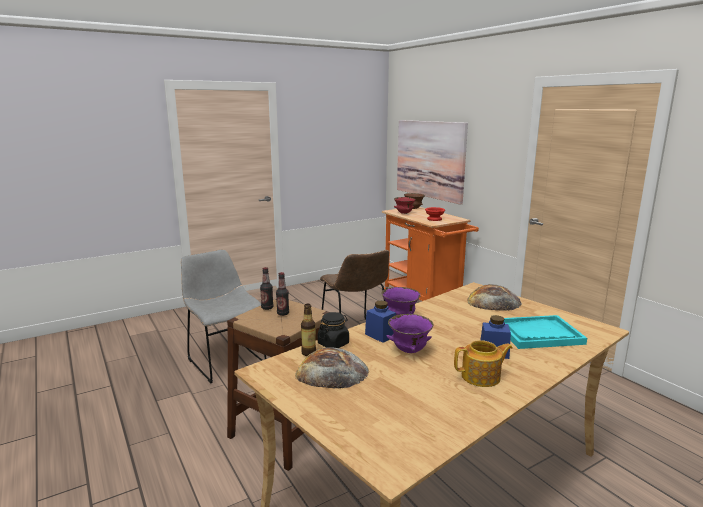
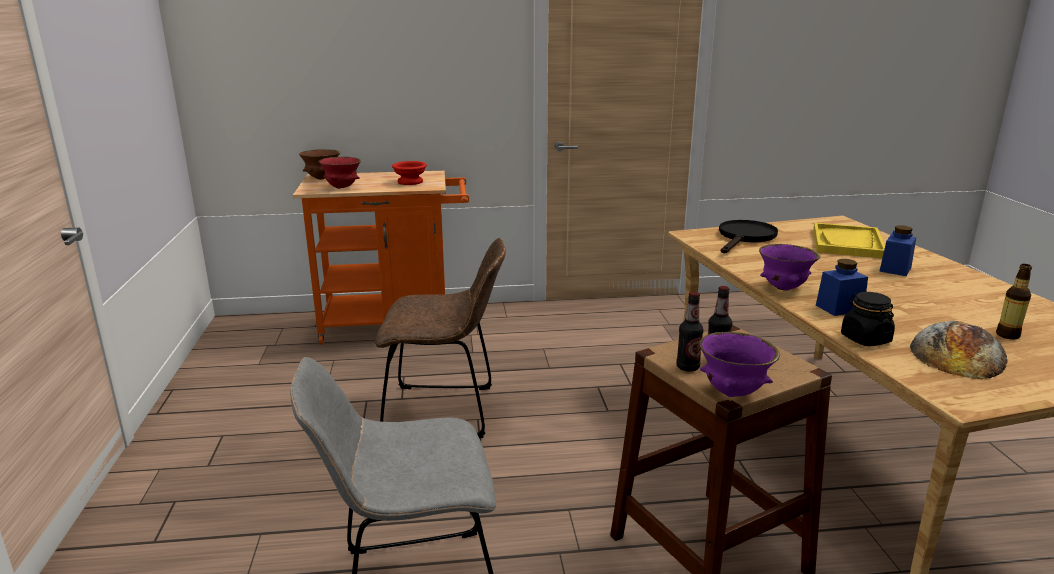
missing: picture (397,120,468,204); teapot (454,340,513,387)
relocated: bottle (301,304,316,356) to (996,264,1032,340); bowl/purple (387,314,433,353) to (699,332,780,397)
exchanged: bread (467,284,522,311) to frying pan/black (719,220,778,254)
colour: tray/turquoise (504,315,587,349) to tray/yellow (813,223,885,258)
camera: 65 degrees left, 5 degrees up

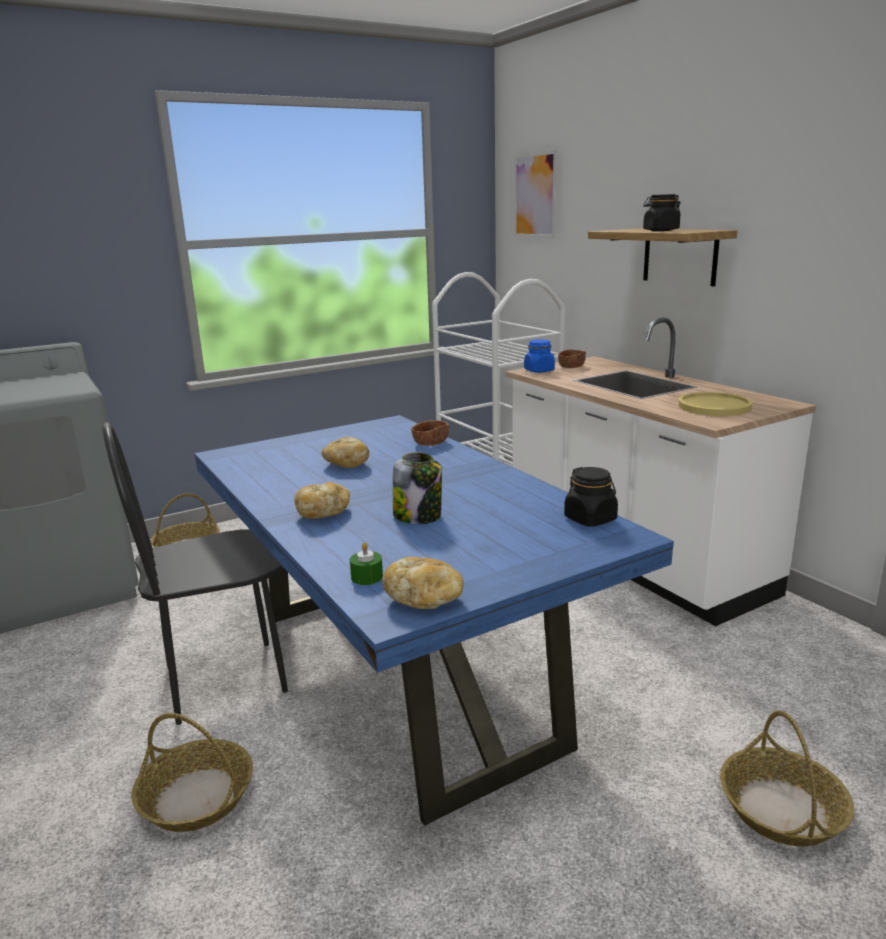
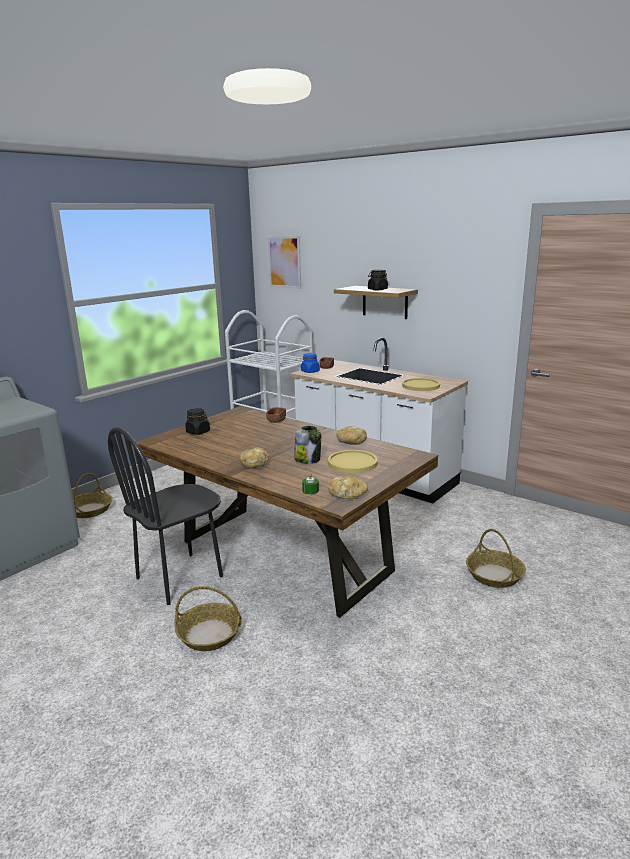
appeared: plate/yellow (328,450,378,473)
relocated: bread (322,437,369,468) to (336,426,367,445); jar/black (564,467,618,527) to (185,408,210,435)
colour: dining table/blue (194,415,674,825) to dining table/brown (137,406,438,618)
camera: 20 degrees left, 0 degrees up

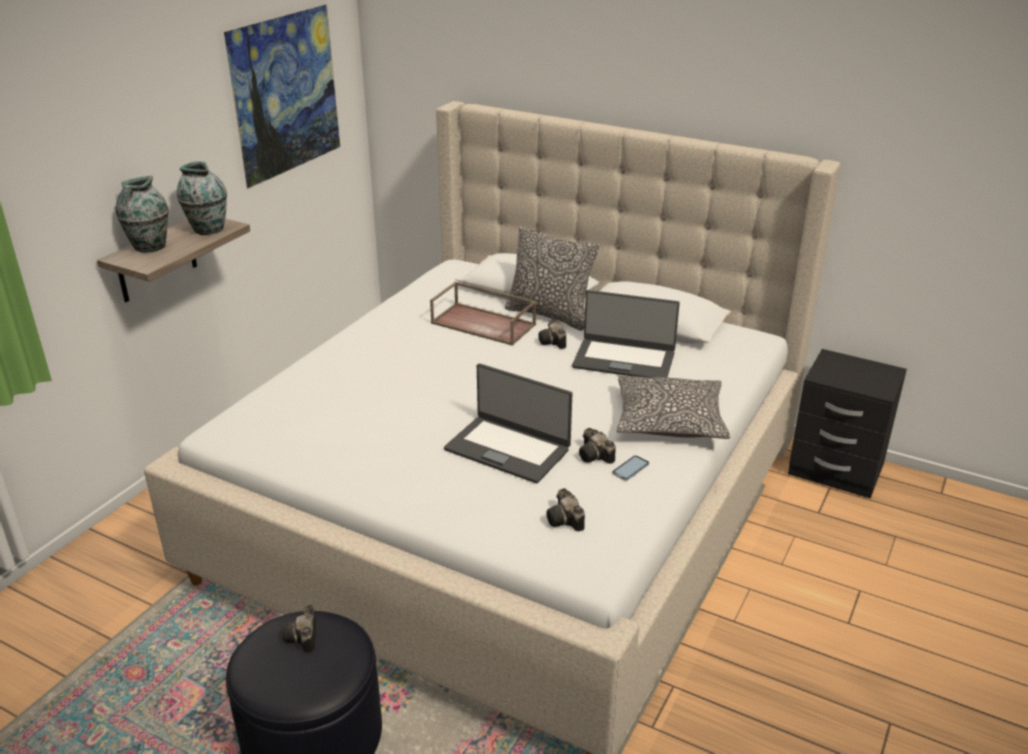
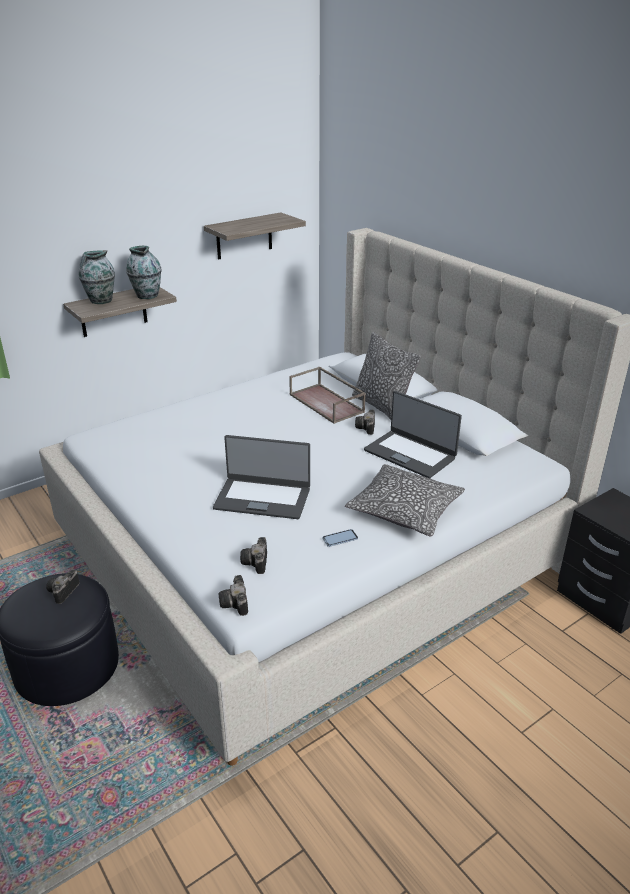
relocated: photo camera (579,428,616,464) to (219,575,248,616)
exchanged: picture (224,4,340,189) to shelf (204,212,306,260)
spun: laptop (444,364,572,483) = (213,435,310,519) 45 degrees counterclockwise
camera: 25 degrees right, 0 degrees up

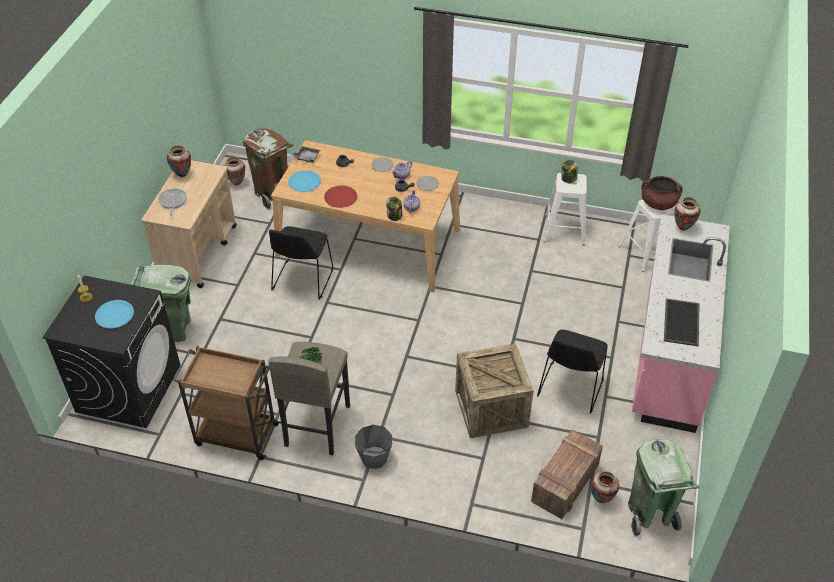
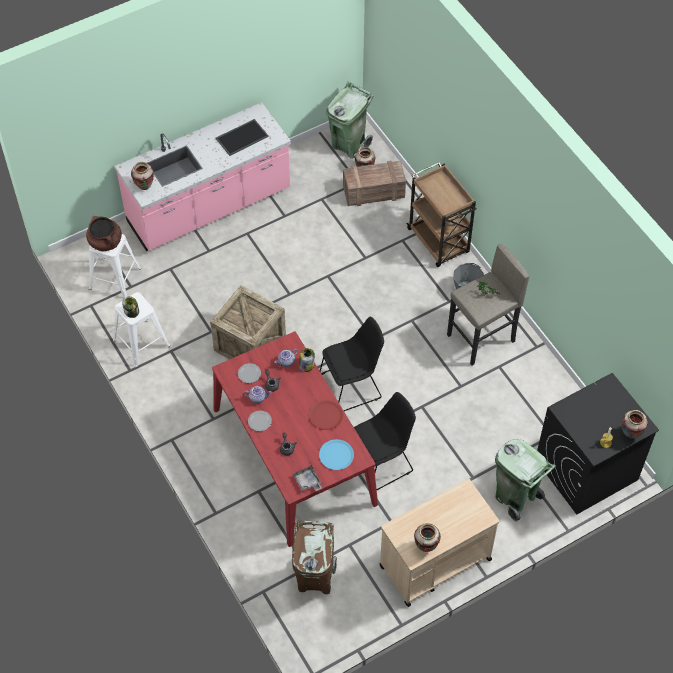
missing: frying pan (159,189,187,216); plate/blue (95,300,134,329)
relocated: vase (224,157,245,186) to (622,410,648,439); chair/black (537,330,608,414) to (320,317,384,411); crate (455,343,534,438) to (210,285,286,359); cart/brown (173,346,281,460) to (406,162,477,267)
colour: dining table/beige (271,140,460,292) to dining table/red (212,331,378,547)
camera: 135 degrees left, 10 degrees up

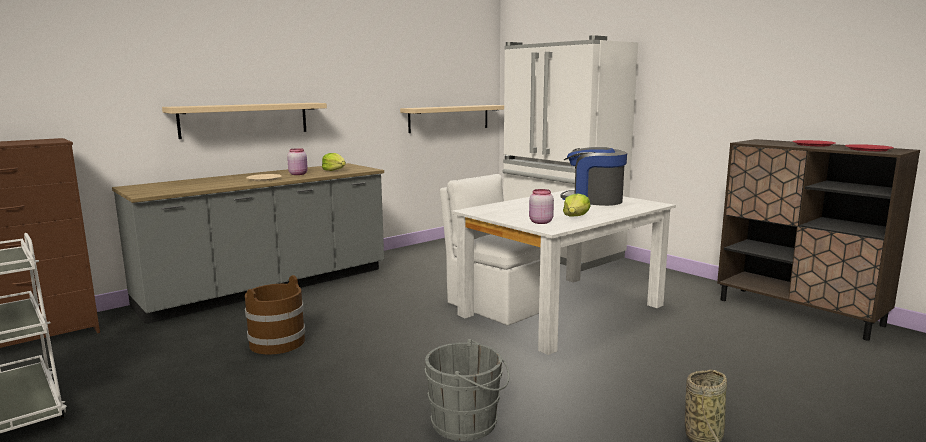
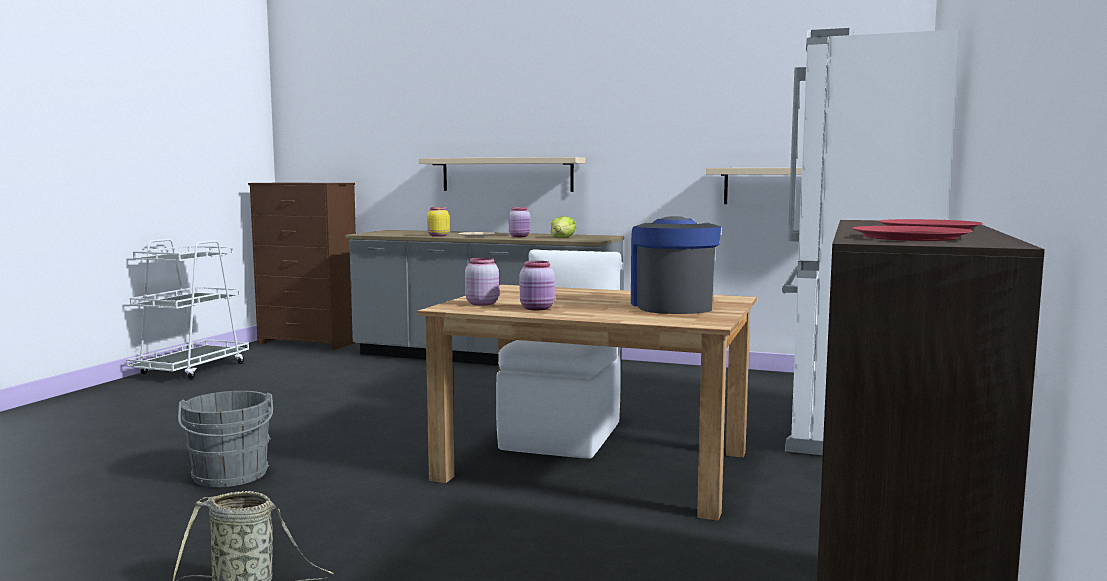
missing: bucket/brown (245,275,305,355)
appeared: jar/yellow (427,207,449,237)
exchanged: lettuce (563,193,591,216) to jar/pink (520,261,555,310)
colour: dining table/white (451,189,676,355) to dining table/brown (417,285,757,521)
camera: 60 degrees right, 5 degrees down

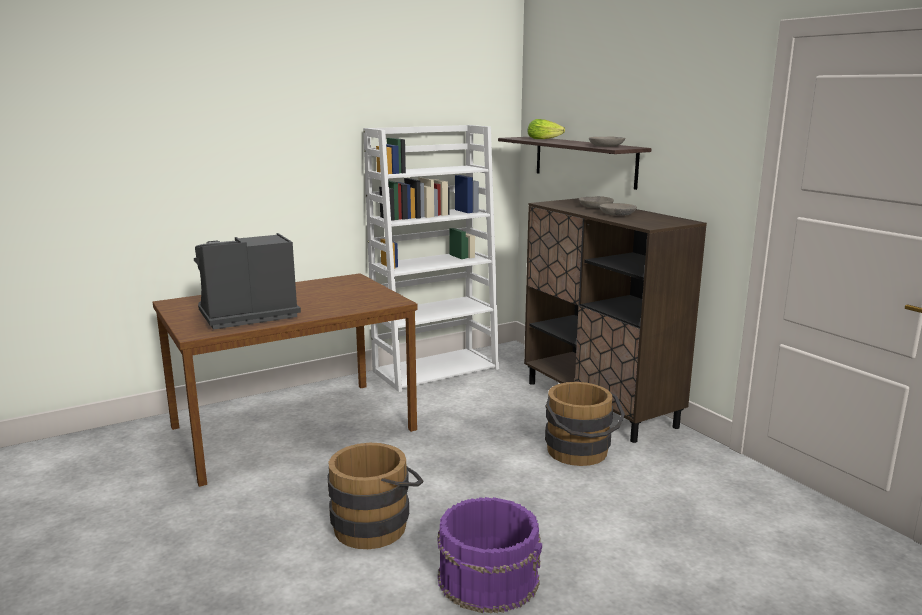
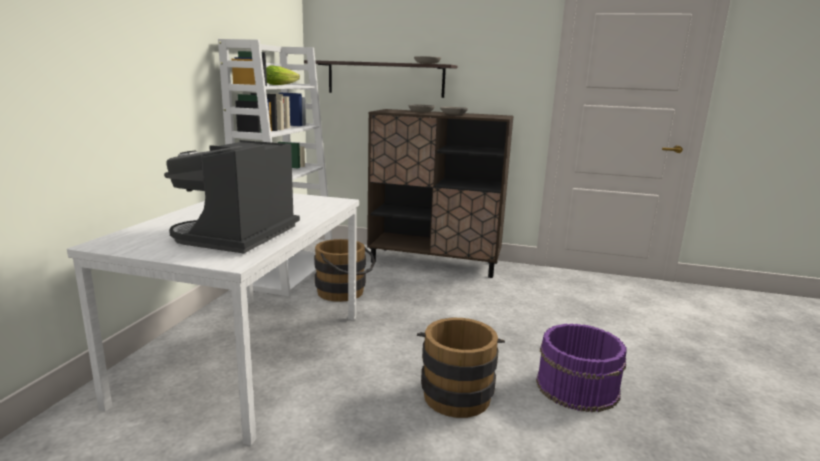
relocated: lettuce (527,119,565,139) to (266,66,300,85); bucket/brown (545,382,625,466) to (314,239,375,302)
colour: dining table/brown (153,273,418,487) to dining table/white (67,193,359,445)
camera: 45 degrees left, 0 degrees up

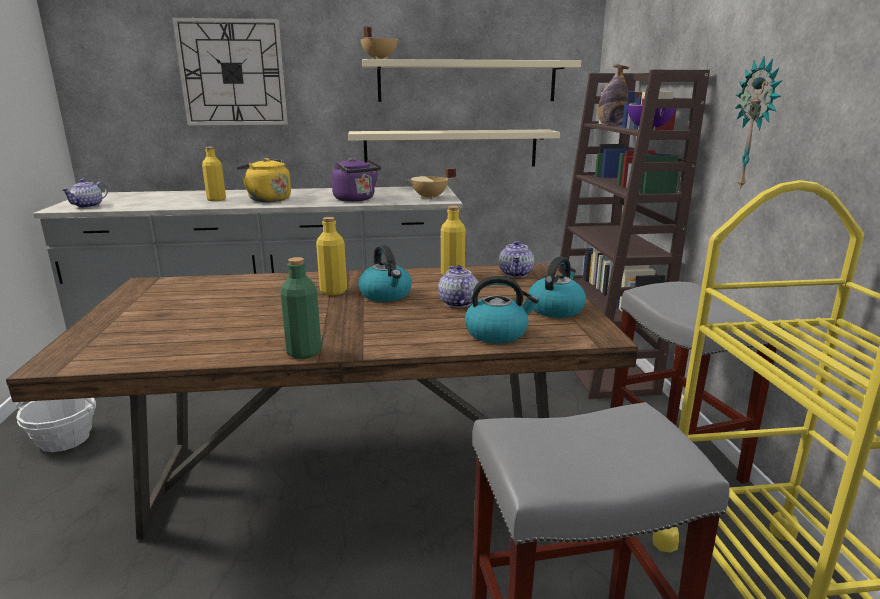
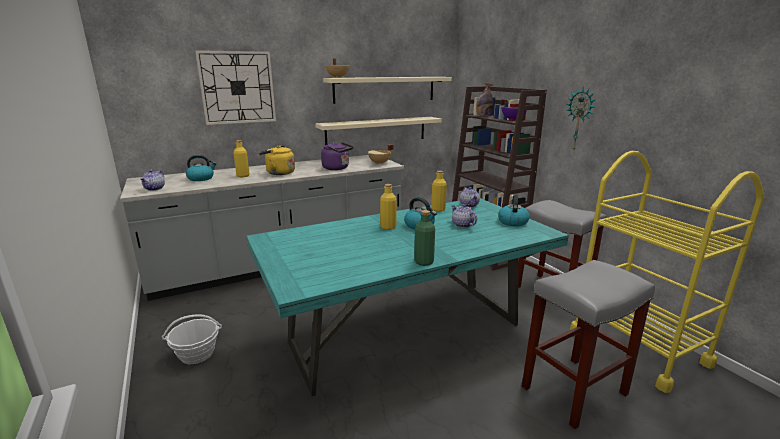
relocated: kettle (465,276,539,344) to (186,155,216,181)
colour: dining table/brown (6,263,638,540) to dining table/turquoise (246,198,569,396)
camera: 20 degrees left, 0 degrees up

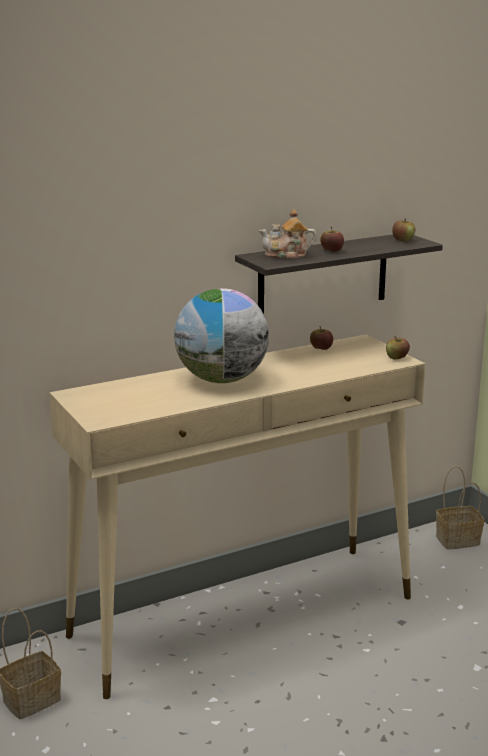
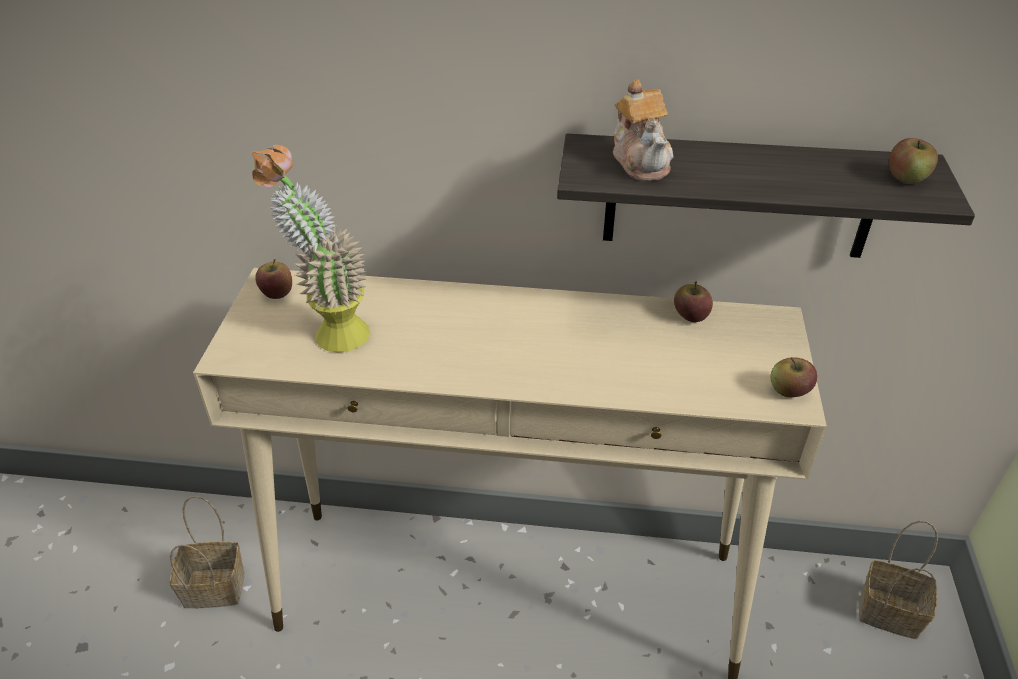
missing: globe (174,288,269,383)
appeared: potted plant (252,145,370,353)
relocated: apple (320,227,344,252) to (255,259,292,299)
spun: teapot (259,210,316,259) = (613,79,673,181) 135 degrees counterclockwise
camera: 35 degrees right, 20 degrees up

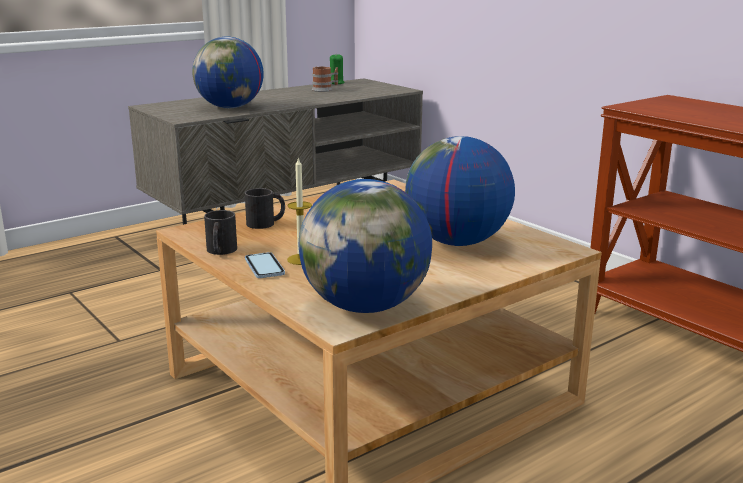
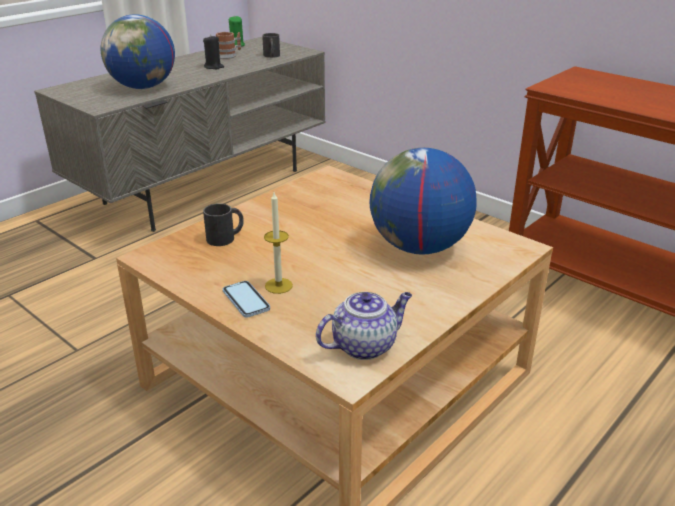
appeared: candle/black (203,36,224,69)
relocated: mug/black (204,210,237,255) to (262,33,280,58)
exchanged: globe (299,179,432,313) to teapot (316,292,412,360)
camera: 10 degrees left, 10 degrees up

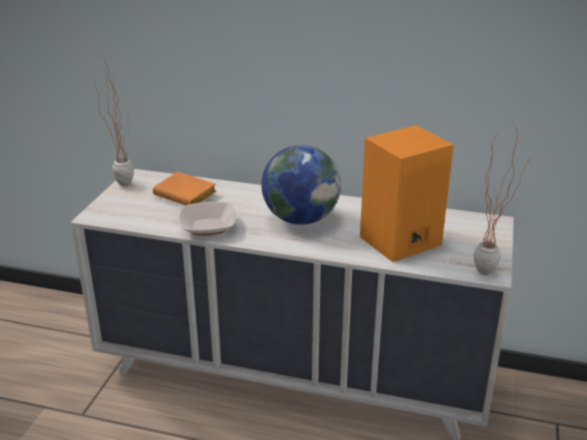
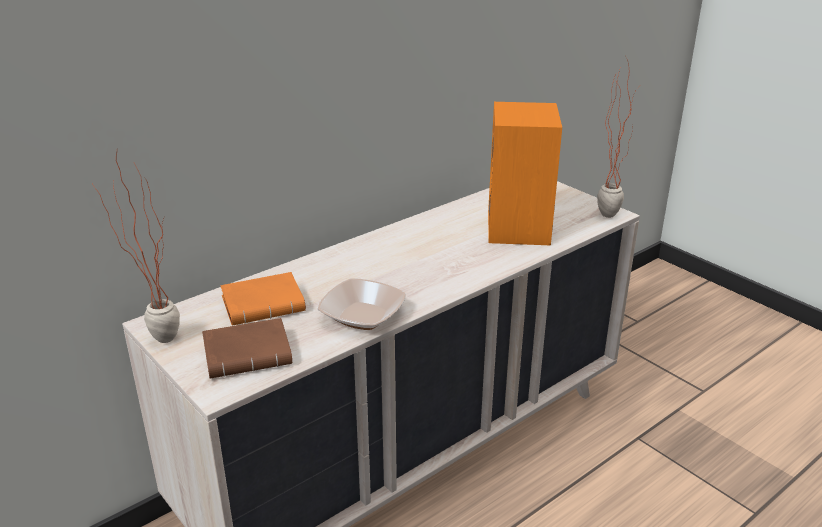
missing: globe (261,145,341,225)
appeared: book/brown (202,318,292,379)
camera: 55 degrees left, 0 degrees up

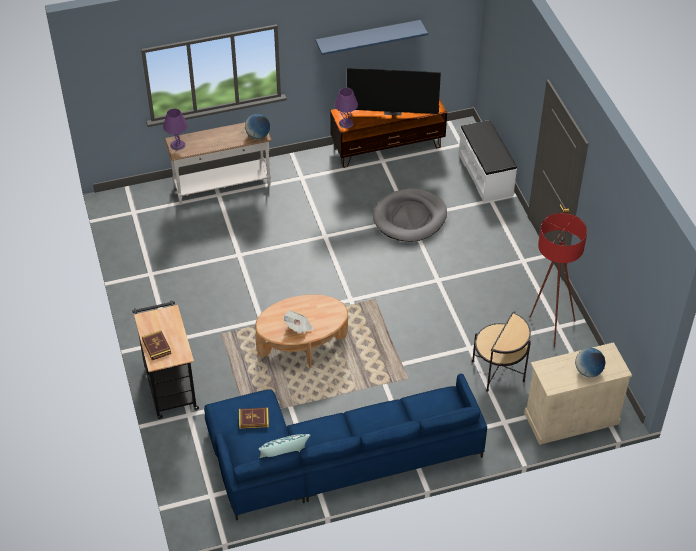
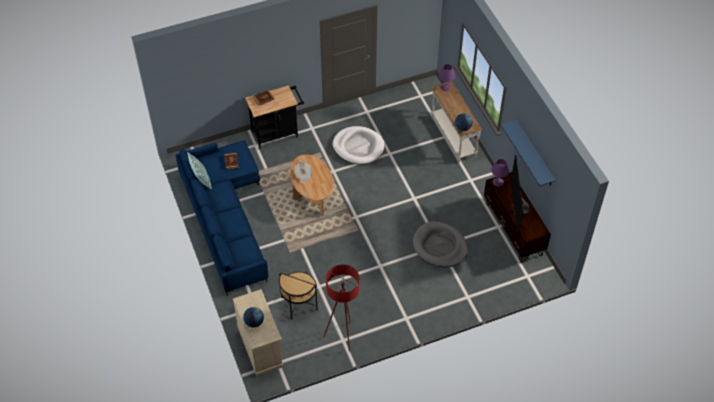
missing: bench/white (459,120,517,202)
appeared: dog bed/white (332,126,385,165)
camera: 85 degrees right, 5 degrees up

